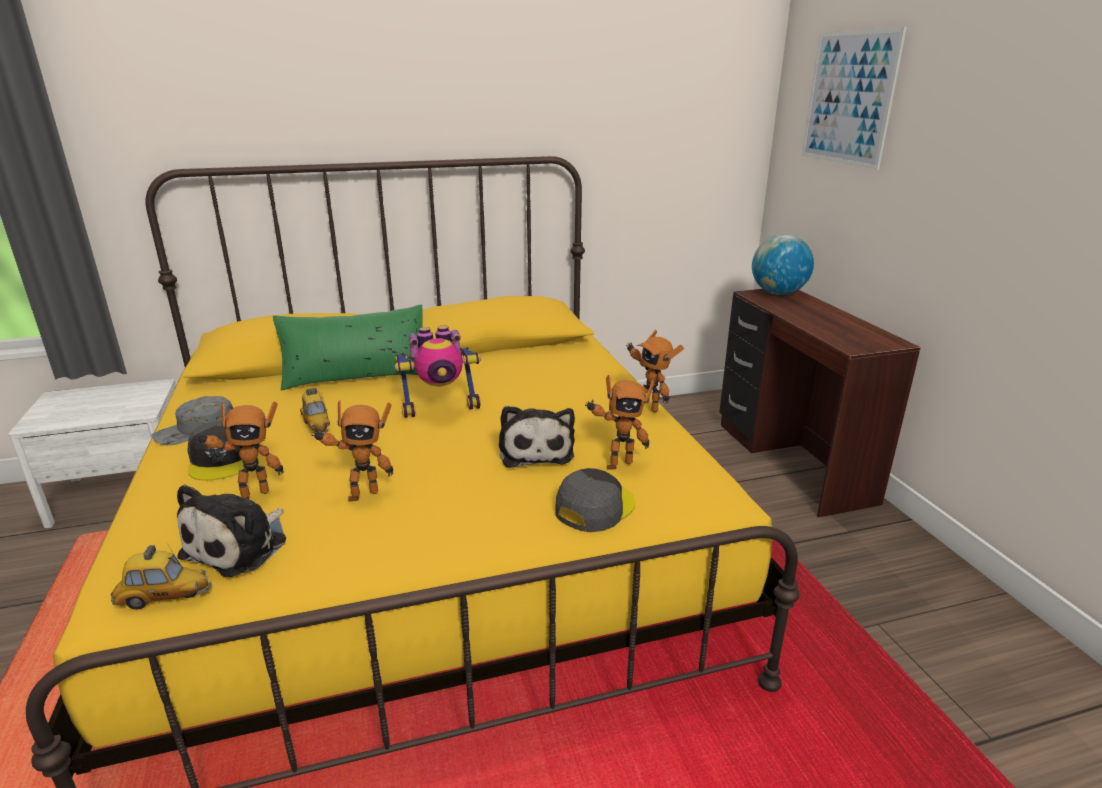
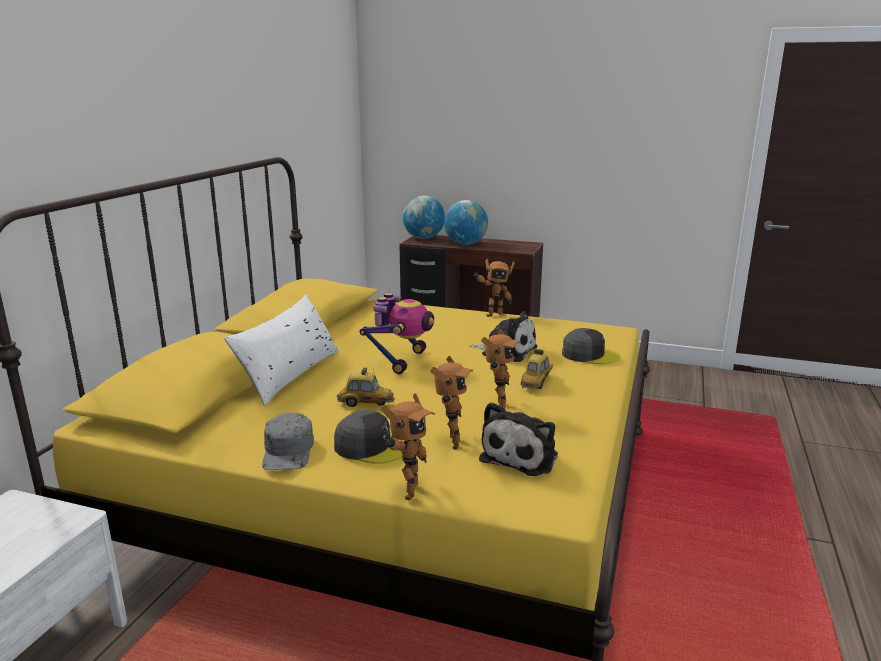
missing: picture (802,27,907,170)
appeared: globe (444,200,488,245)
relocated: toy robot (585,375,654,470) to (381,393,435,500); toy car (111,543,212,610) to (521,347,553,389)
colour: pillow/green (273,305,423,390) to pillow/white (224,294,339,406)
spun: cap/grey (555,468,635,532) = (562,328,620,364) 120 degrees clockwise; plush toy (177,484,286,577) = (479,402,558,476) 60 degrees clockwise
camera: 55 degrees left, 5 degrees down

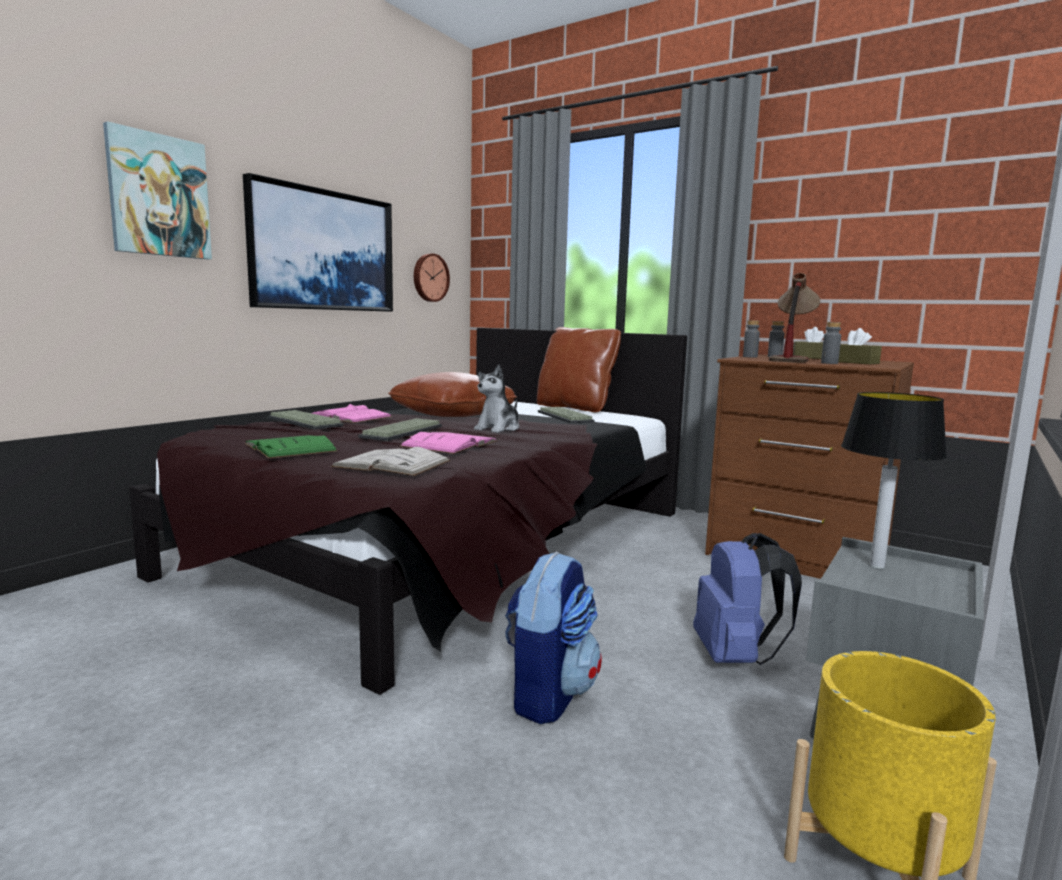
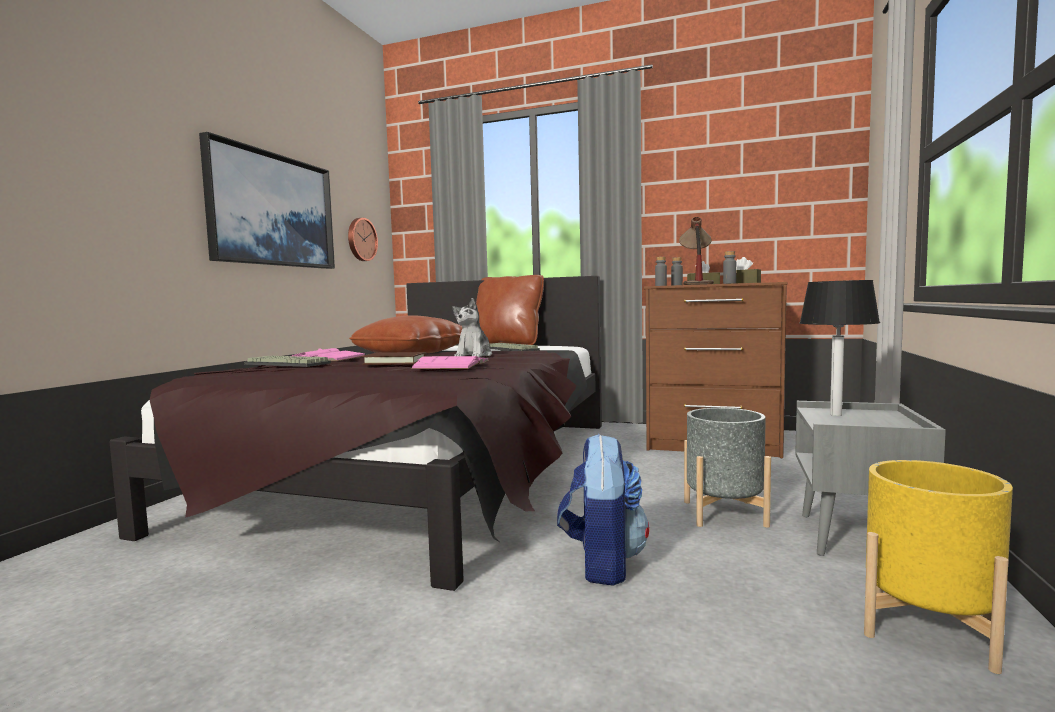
missing: picture (103,121,212,259); book/green (245,435,338,459); book/white (331,447,451,476)
exchanged: keyboard (358,418,442,441) to book/brown (362,352,427,365); backpack/blue (693,533,802,665) to planter/grey (684,408,771,528)
camera: 15 degrees left, 5 degrees down

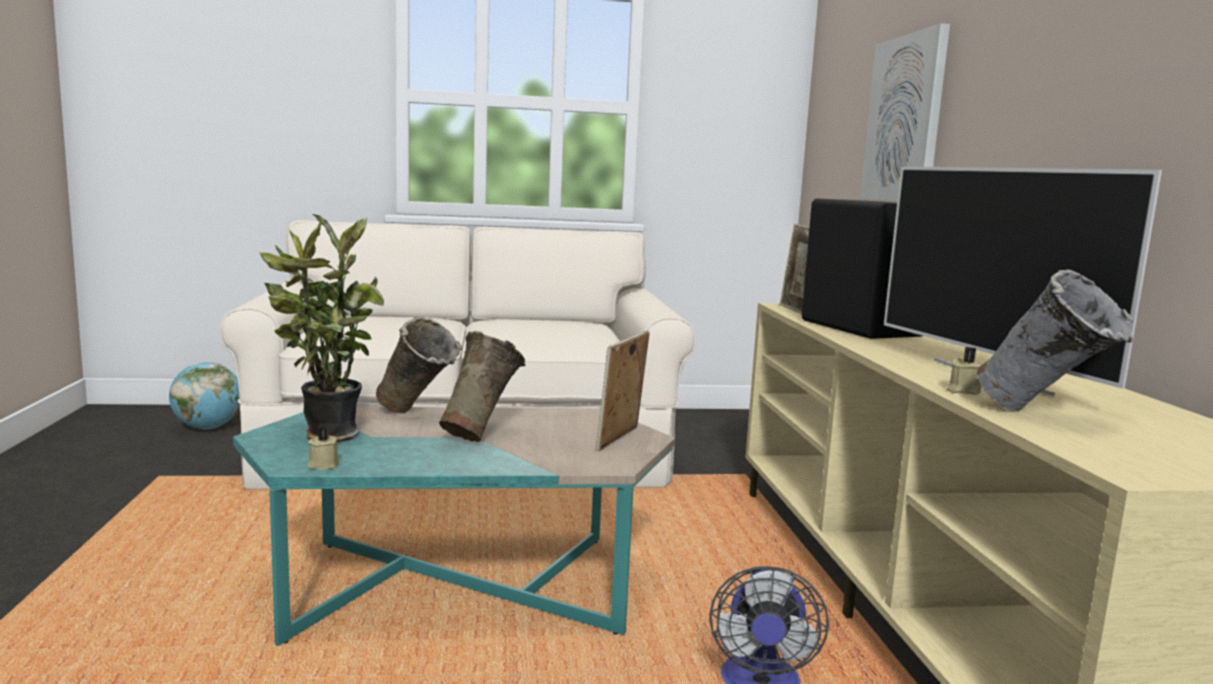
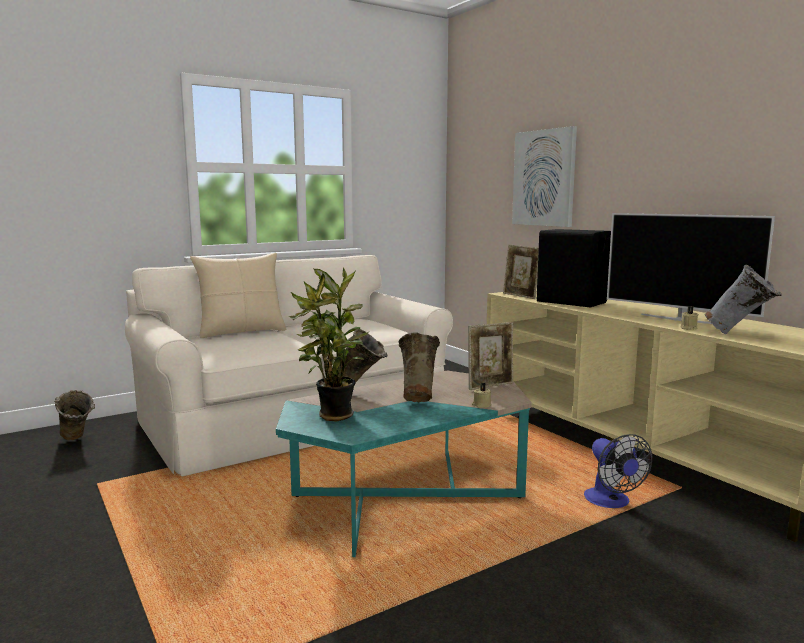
appeared: pillow/beige (190,253,286,338)
relocated: candle/beige (307,426,340,470) to (472,383,491,408)
exchanged: globe (169,362,240,429) to vase/beige (55,390,95,440)
spun: picture frame (595,331,650,451) = (468,322,513,390) 120 degrees counterclockwise
camera: 25 degrees left, 0 degrees up

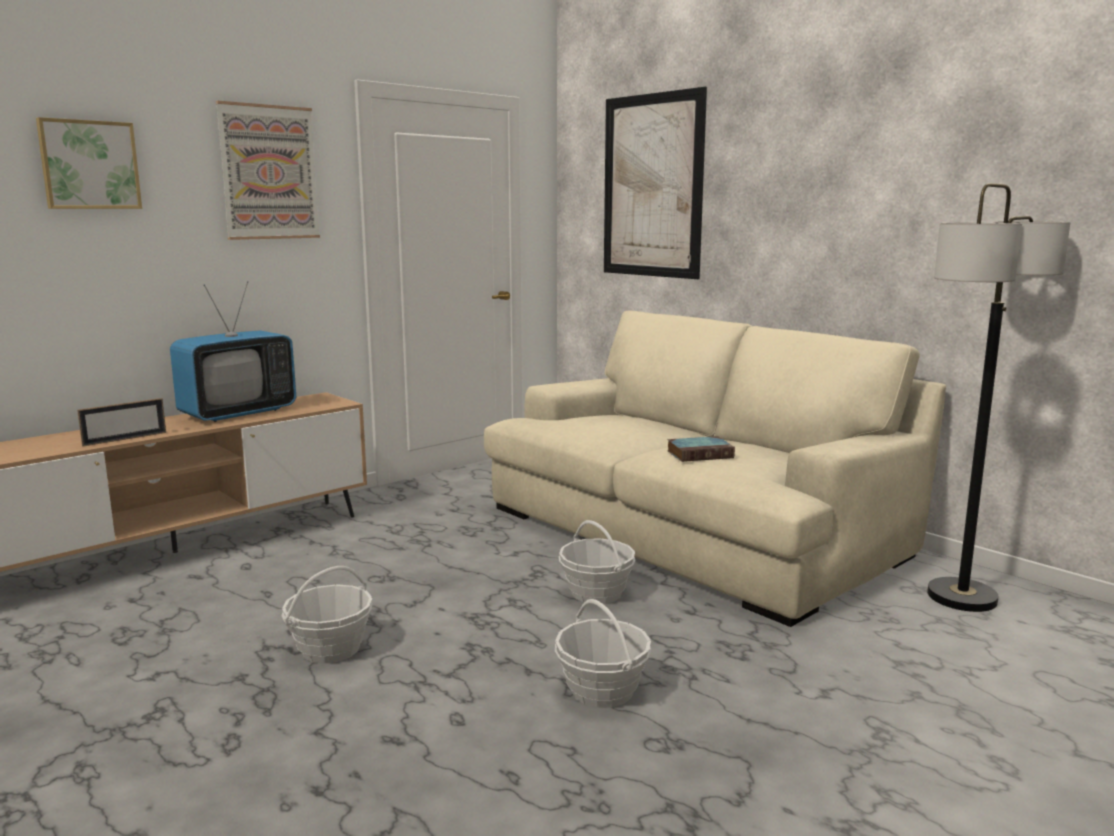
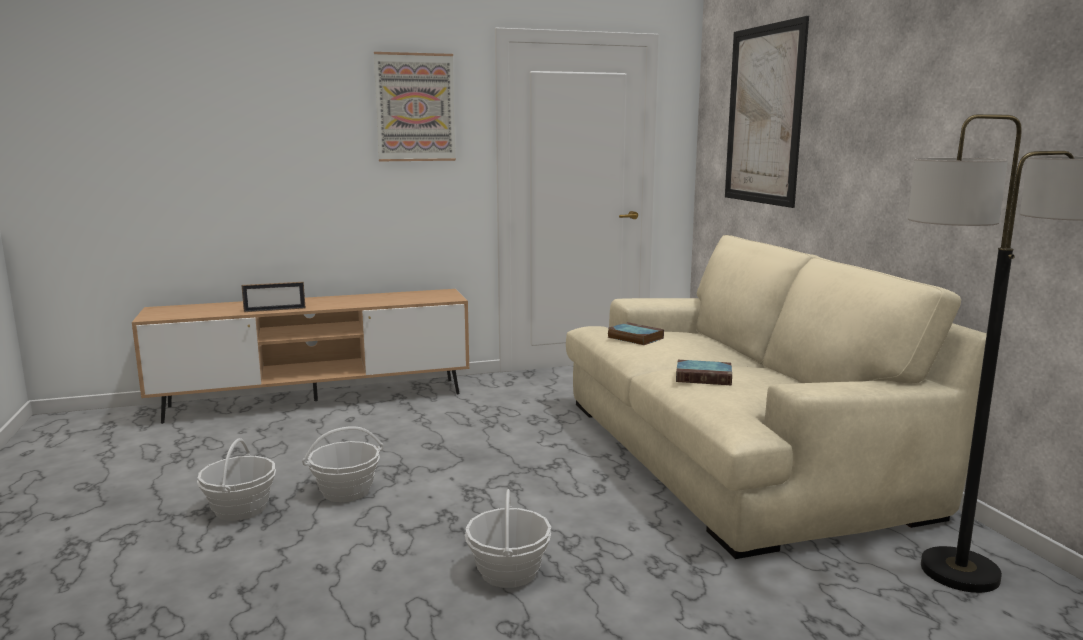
missing: picture (36,117,142,209); television (170,281,296,422)
appeared: book (608,322,664,345)
relocated: basket (559,520,635,604) to (197,438,276,521)
camera: 25 degrees right, 0 degrees up

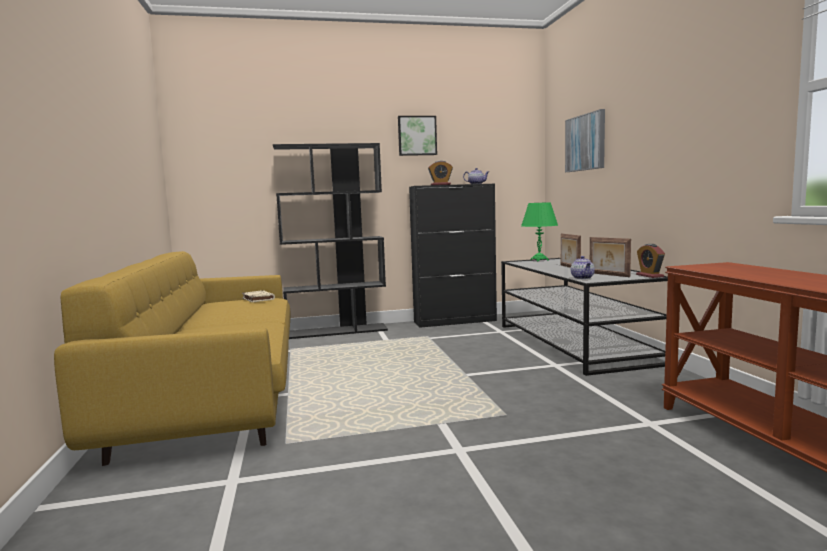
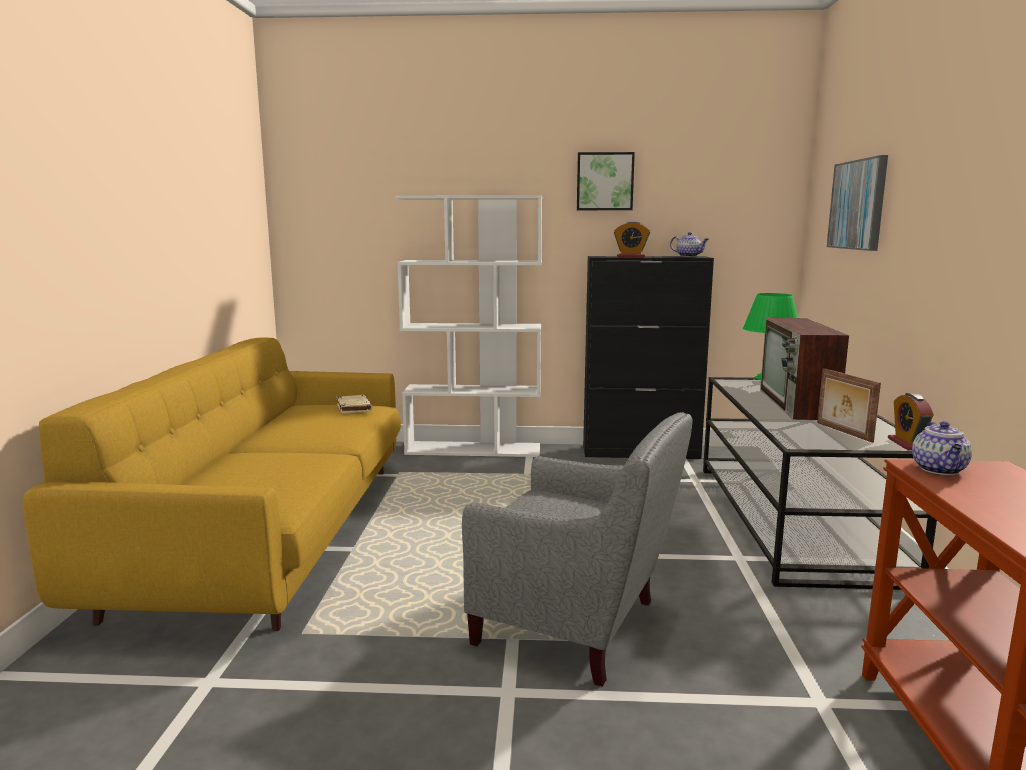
appeared: armchair/grey (462,412,693,687)
relocated: teapot (571,256,595,279) to (912,421,972,475)
exchanged: picture frame (561,233,581,268) to television (760,318,849,420)
colour: bookcase/black (273,143,388,339) to bookcase/white (395,195,542,457)
camera: 15 degrees right, 5 degrees up

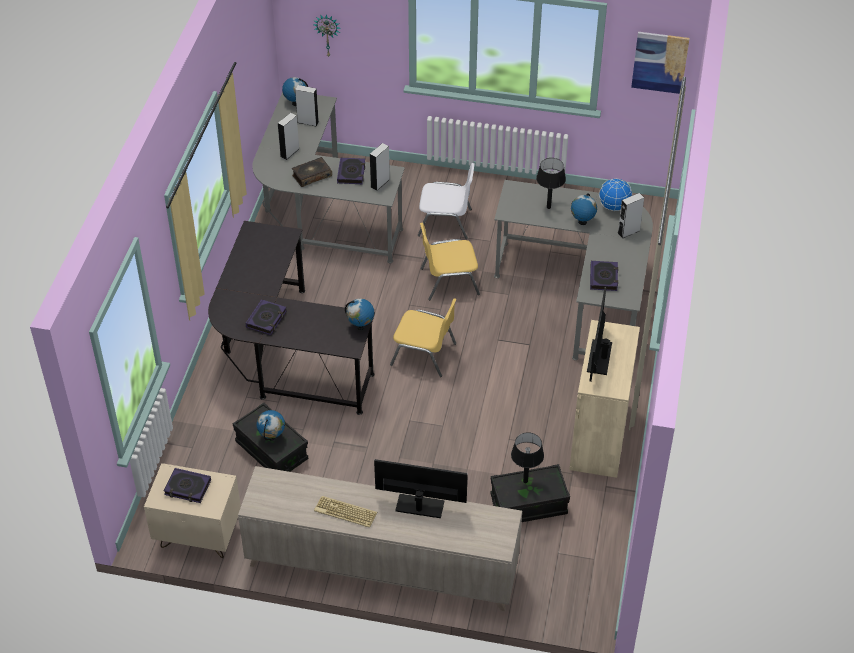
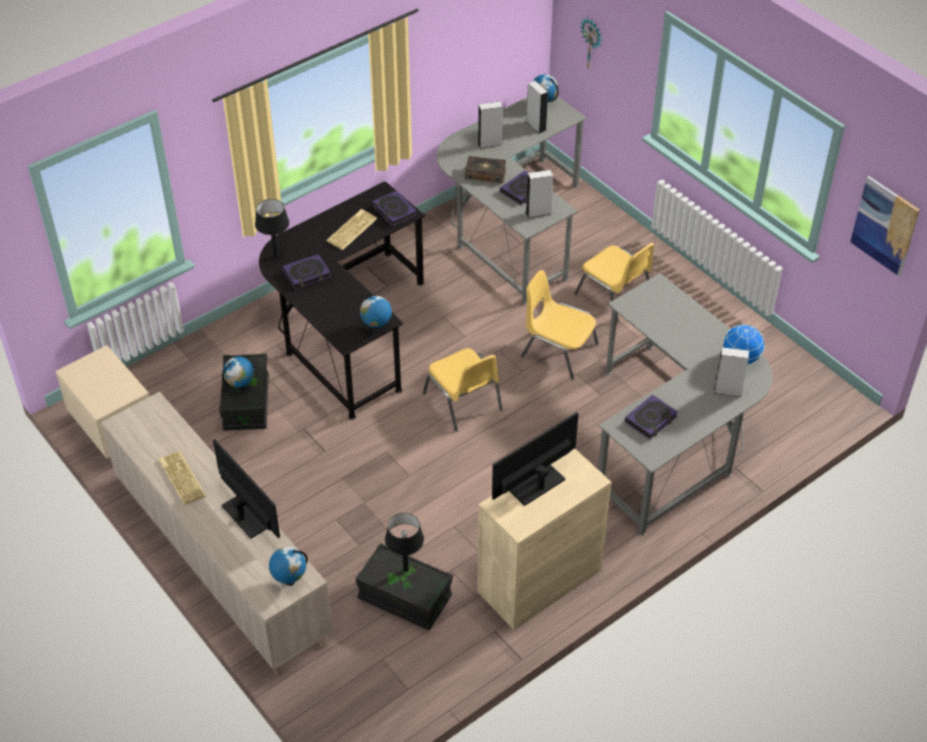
appeared: keyboard (326,209,377,250)
relocated: table lamp/black (536,158,566,209) to (255,199,289,259); globe (571,194,597,225) to (269,547,308,586); book (164,468,211,503) to (372,191,417,226)
colour: chair/white (418,163,475,239) to chair/yellow (574,243,655,323)
camera: 40 degrees right, 0 degrees up

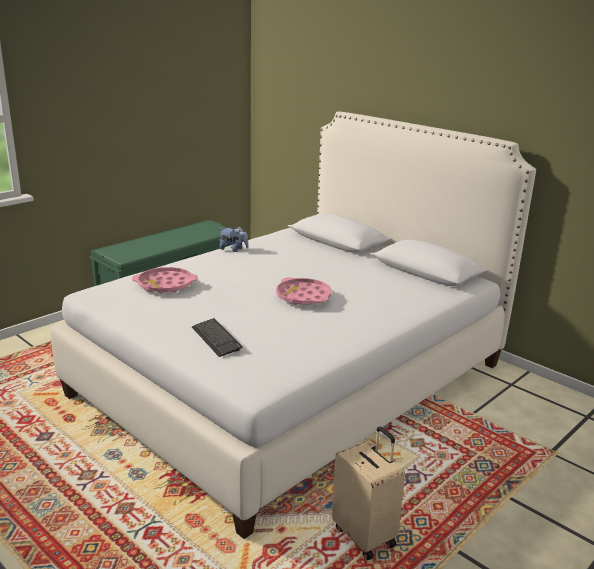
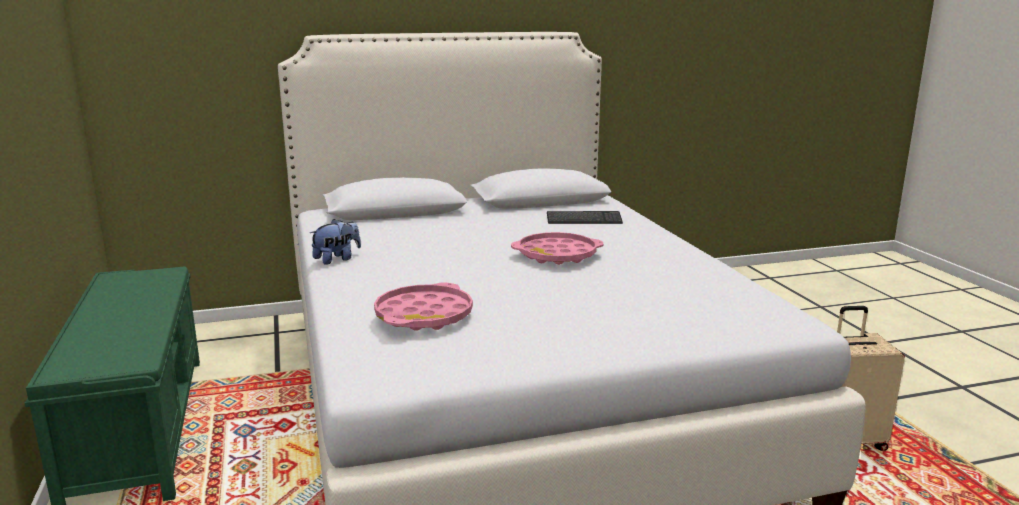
relocated: keyboard (192,318,243,357) to (547,211,623,224)
camera: 60 degrees left, 5 degrees down

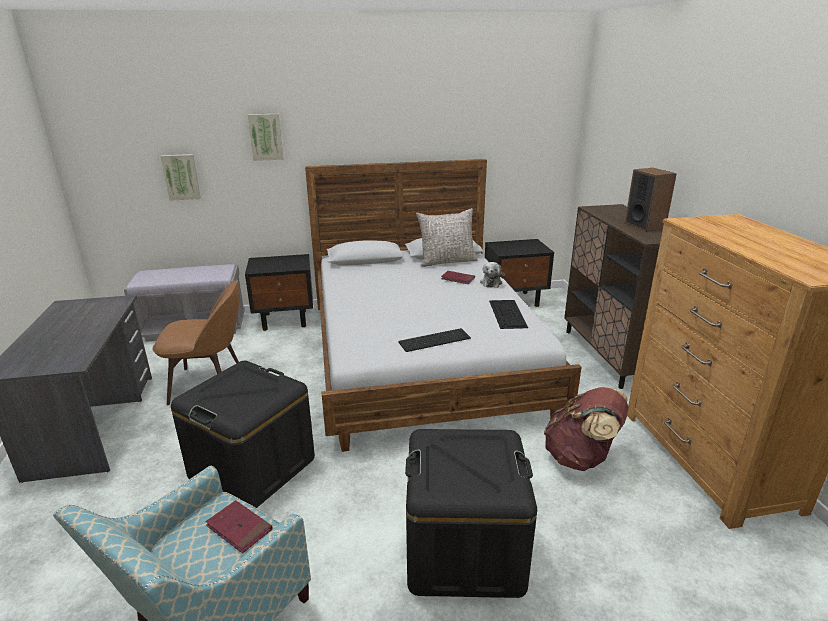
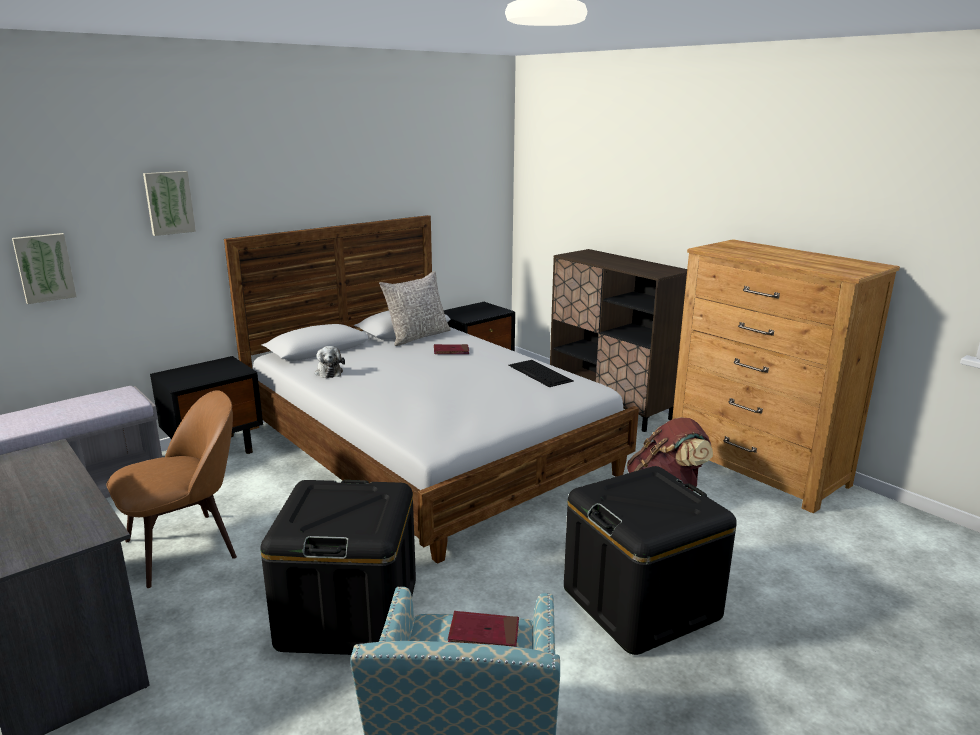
missing: speaker (625,168,677,232); keyboard (398,328,471,352)
relocated: plush toy (480,262,505,288) to (315,346,345,378)
camera: 30 degrees left, 5 degrees down

